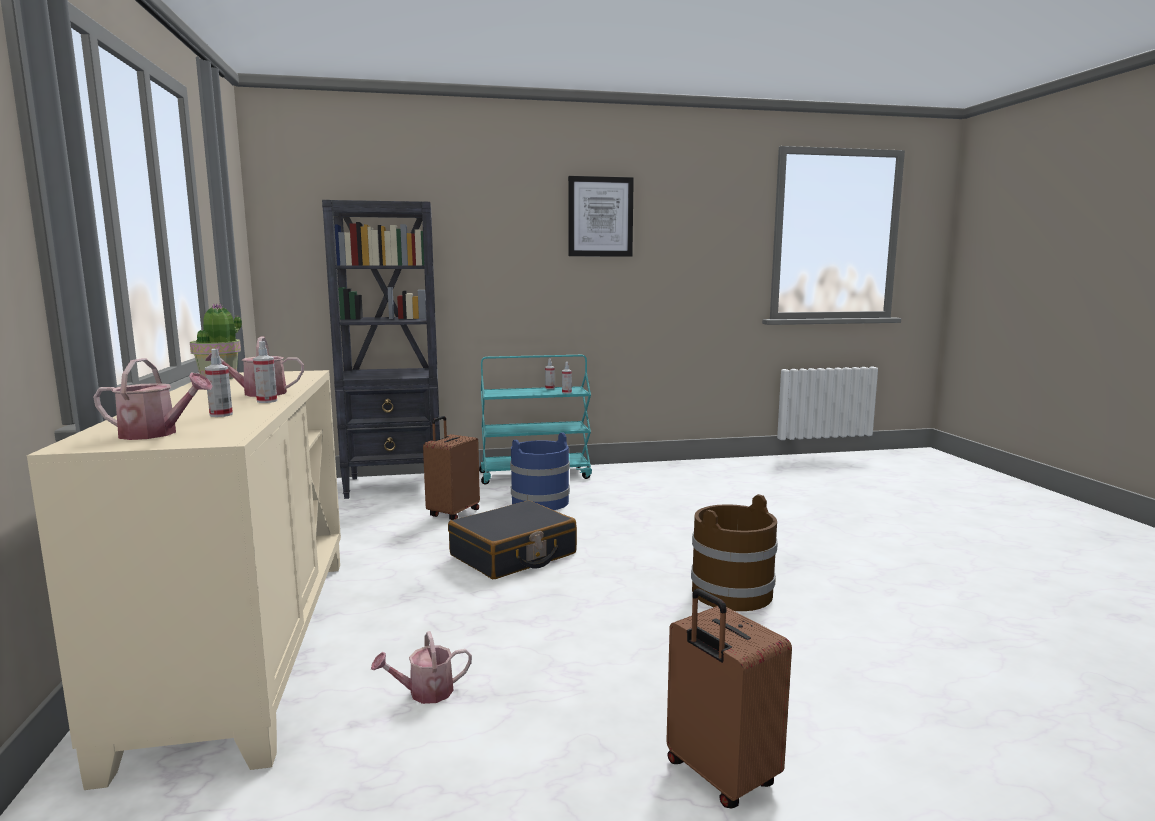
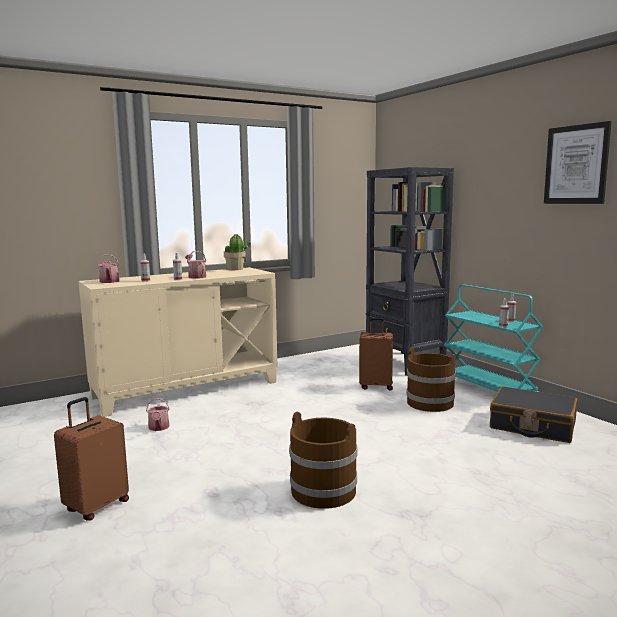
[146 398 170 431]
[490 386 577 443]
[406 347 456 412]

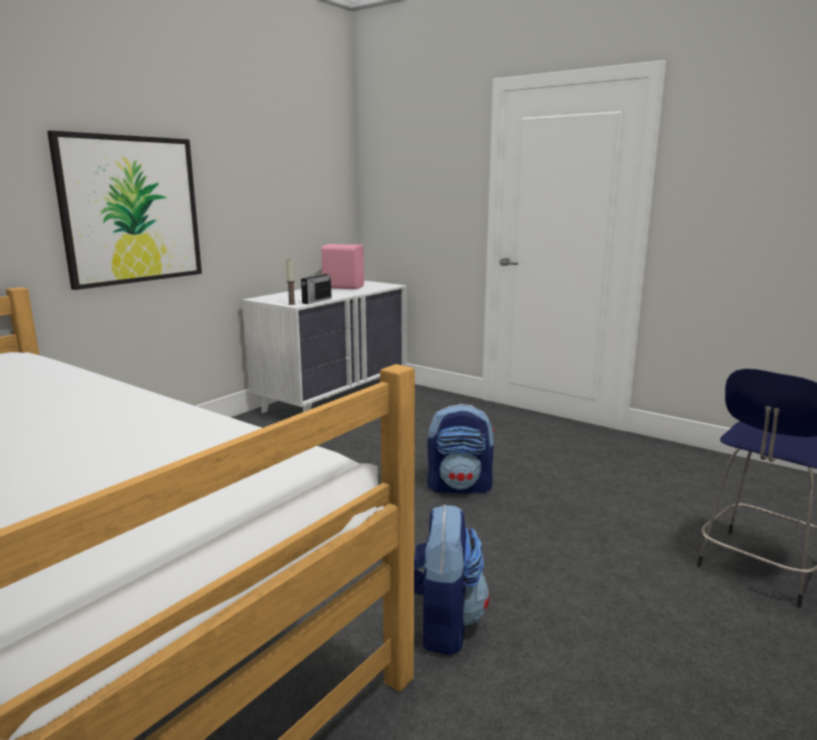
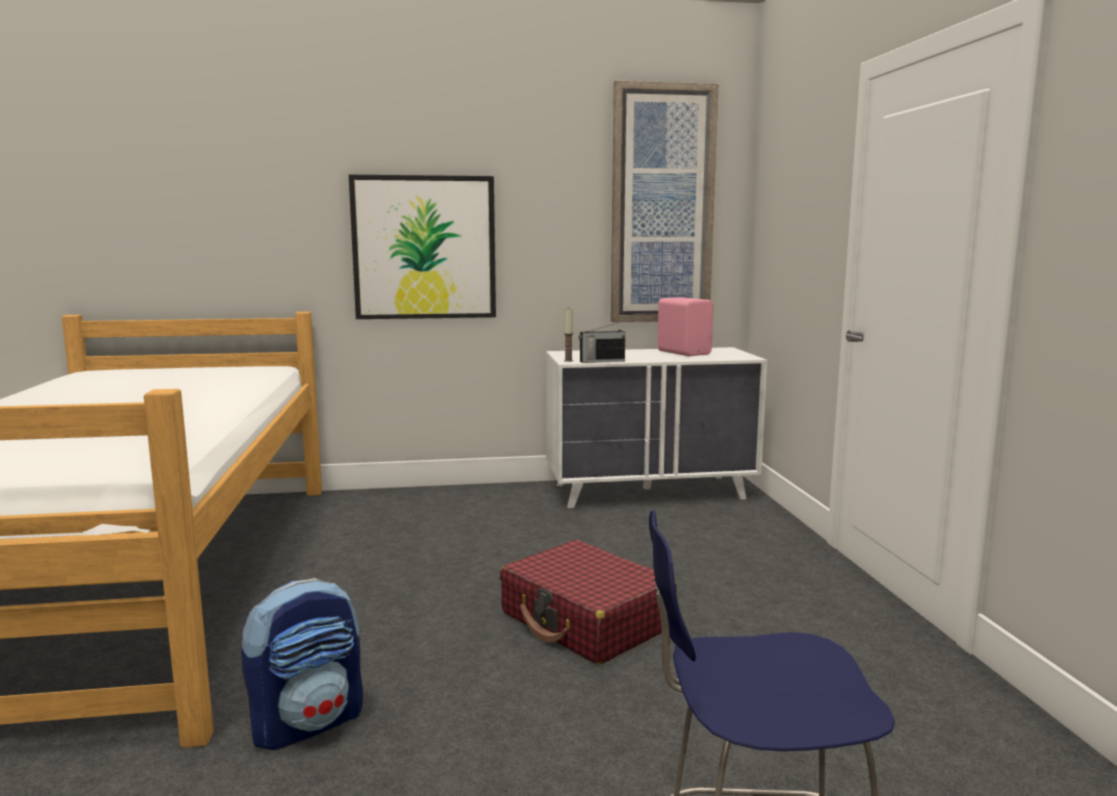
[500 540 677 665]
[611 81 718 322]

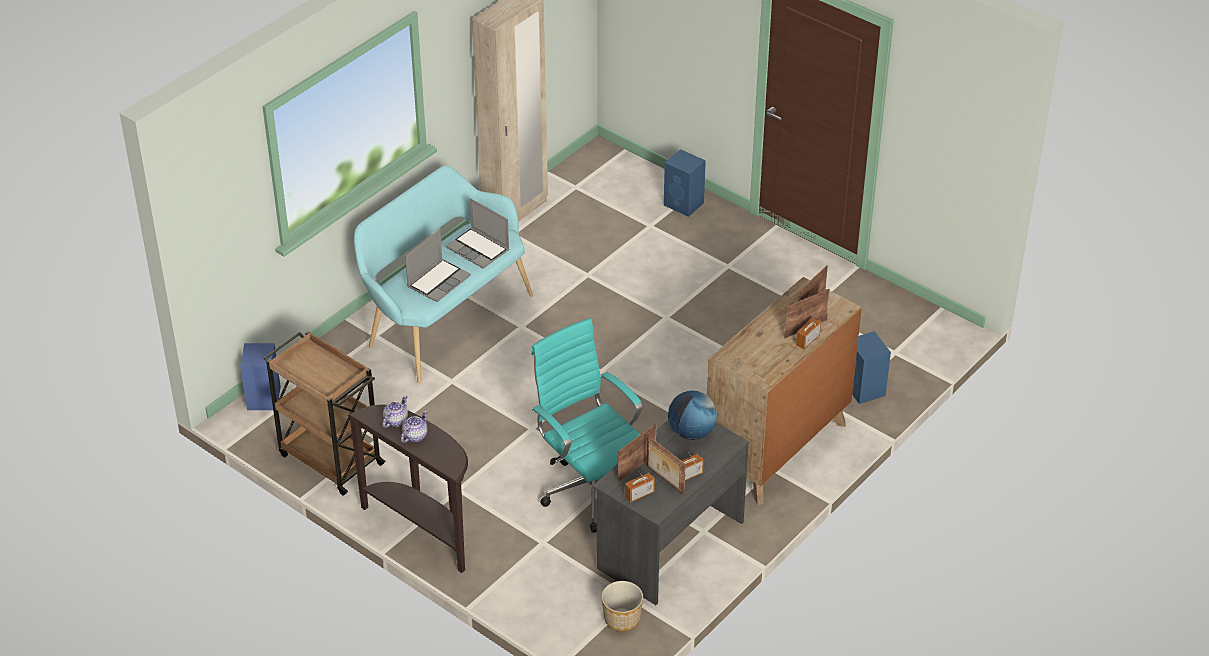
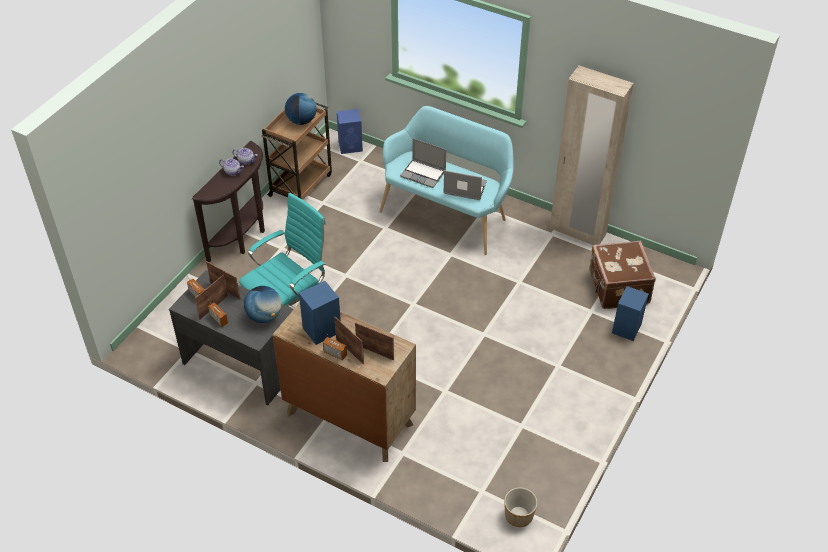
[443 170 487 200]
[504 487 537 527]
[299 281 341 345]
[285 93 317 125]
[589 241 656 309]

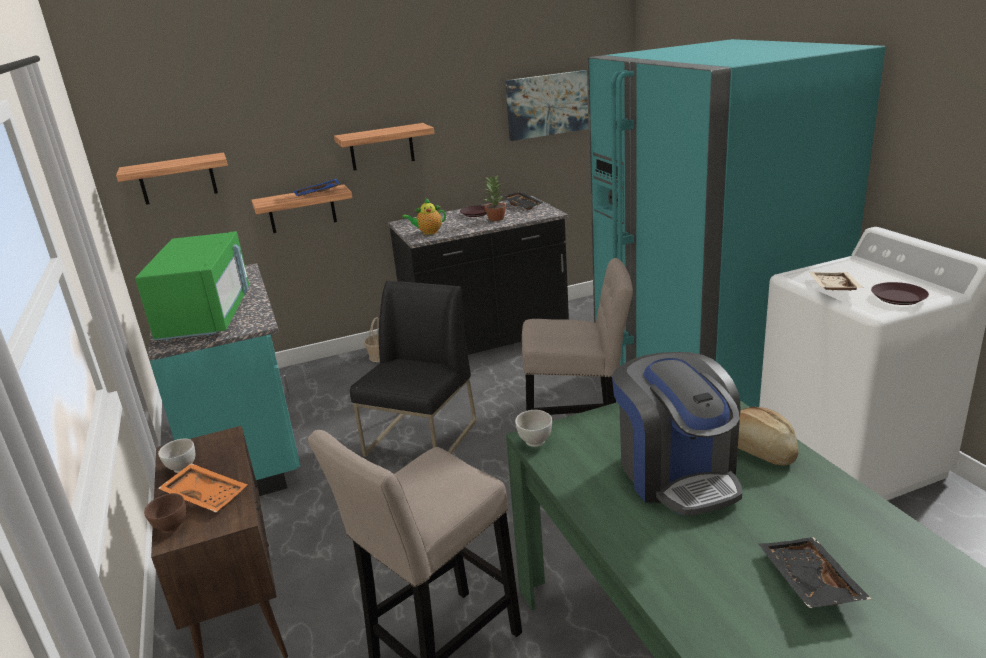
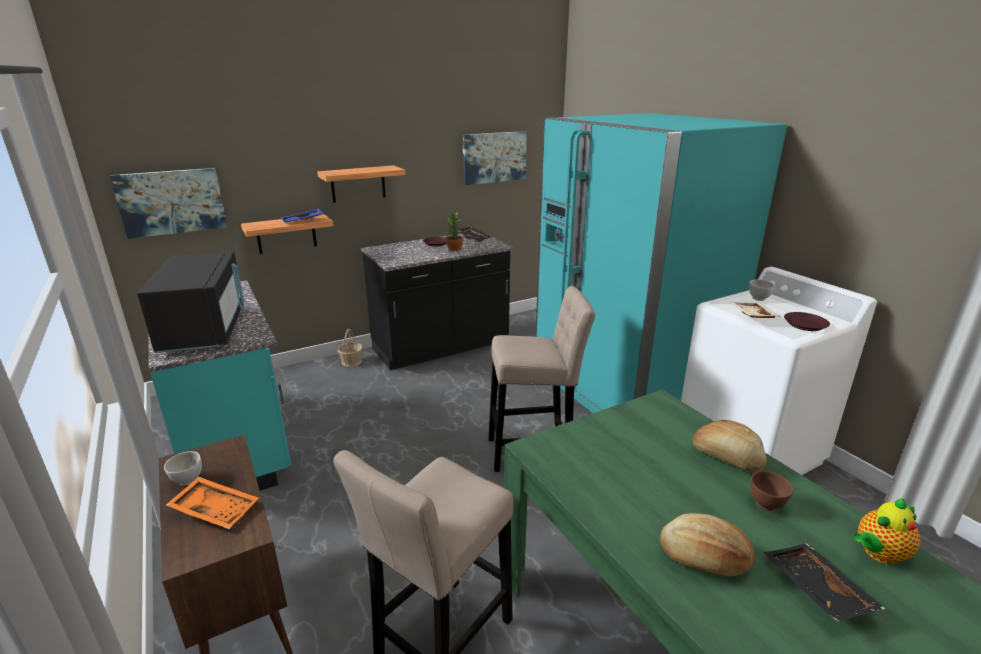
[110 168 227 239]
[137 252 245 353]
[750 471 793 511]
[350 280 477 457] (first image)
[854 498 920 564]
[749 279 775 301]
[612 352 742 516] (first image)
[660 513 755 577]

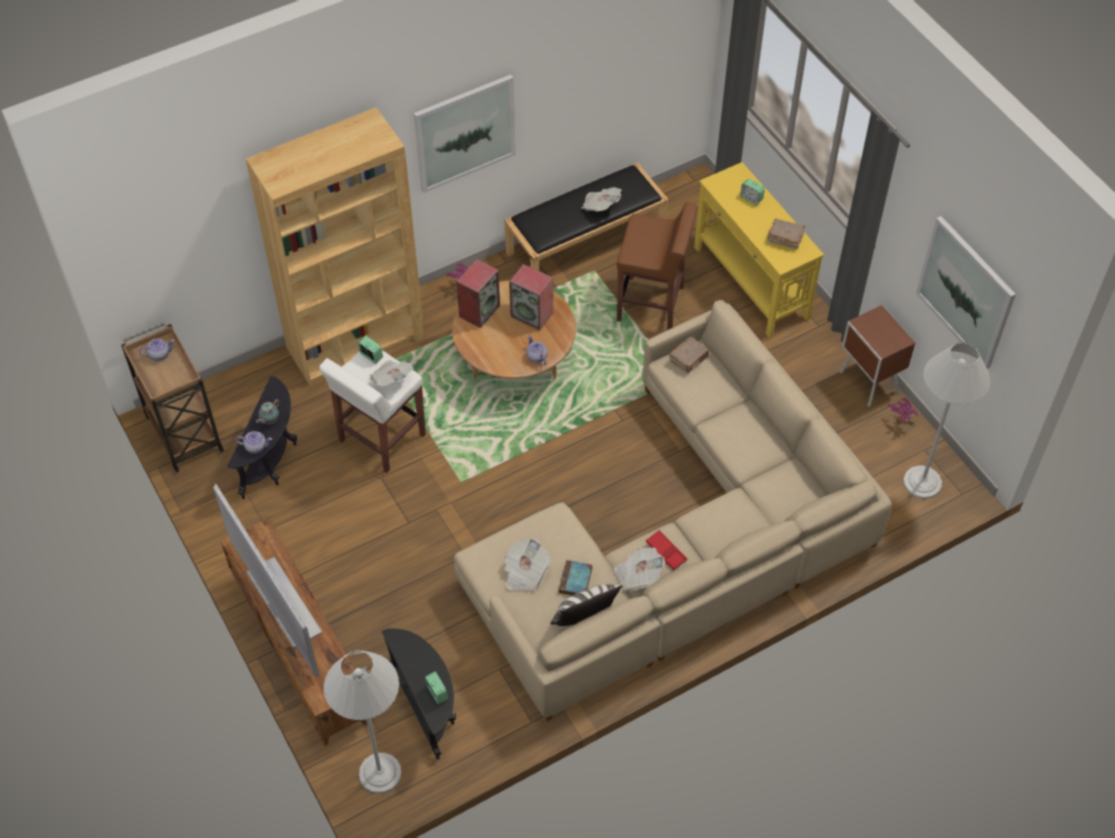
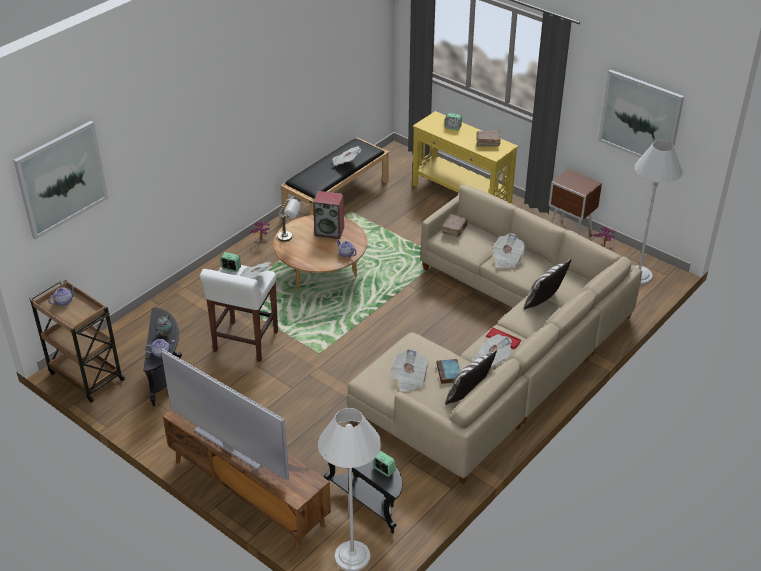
[246 107 425 386] (first image)
[13 121 108 240]
[277 199 301 242]
[617 202 697 330] (first image)
[492 233 526 268]
[524 259 571 309]

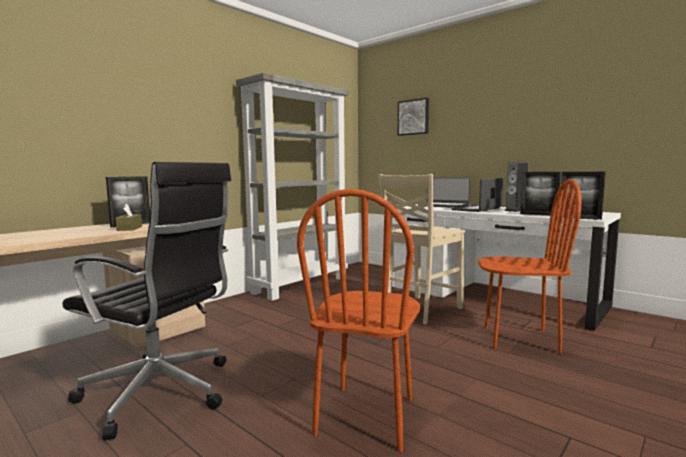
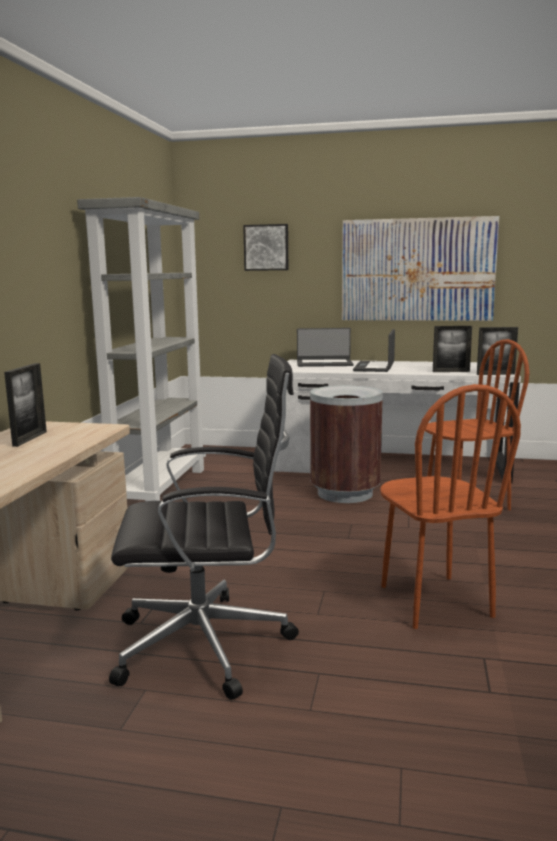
[115 203 142 231] (first image)
[310 385 383 503]
[505 162 528 212] (first image)
[342 216 499 321]

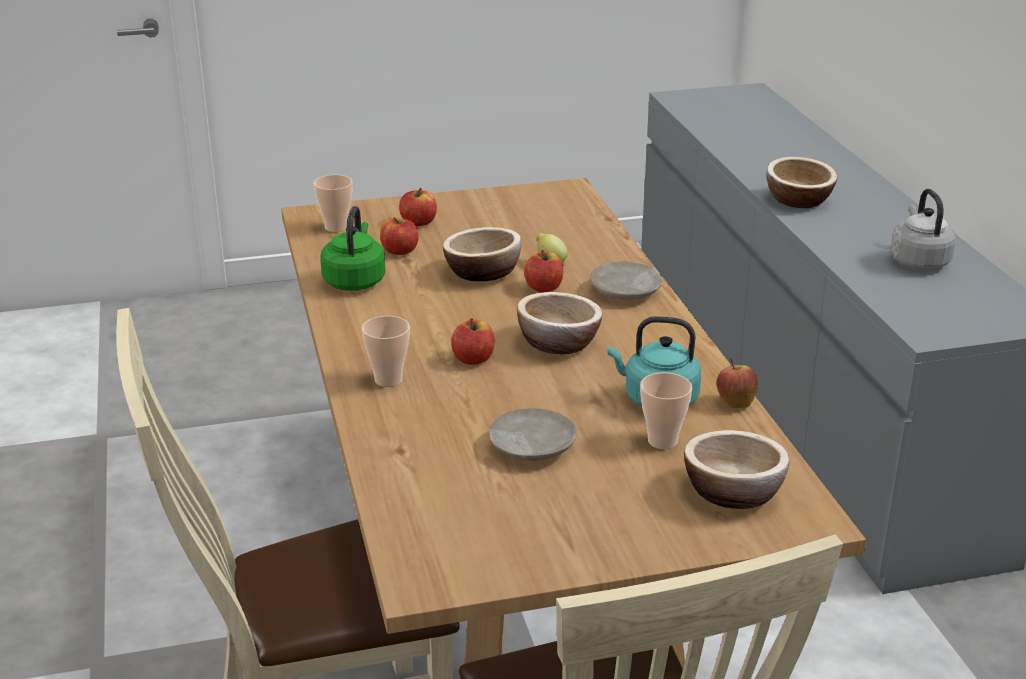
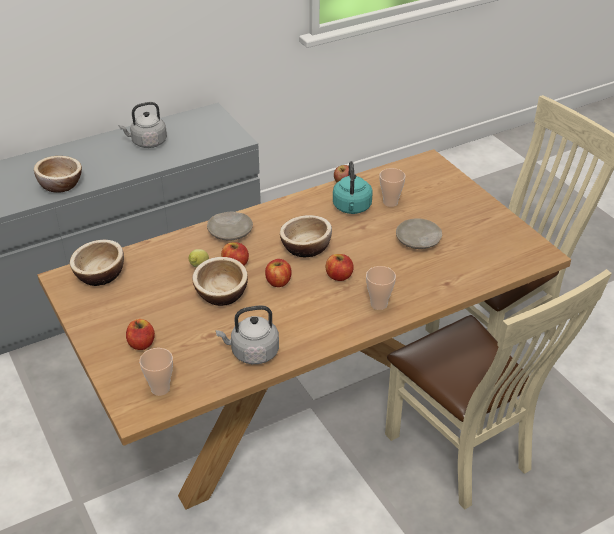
[216 305 279 364]
[265 259 292 287]
[69 240 124 286]

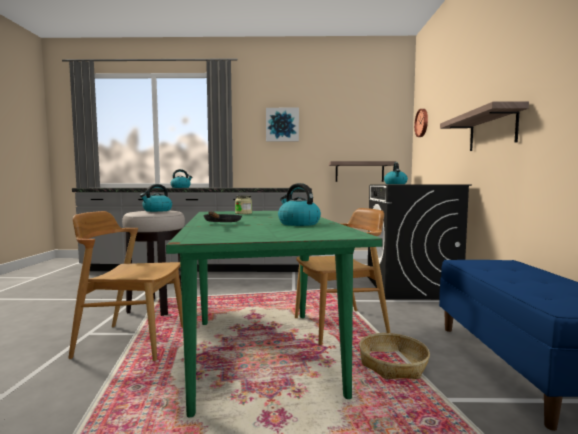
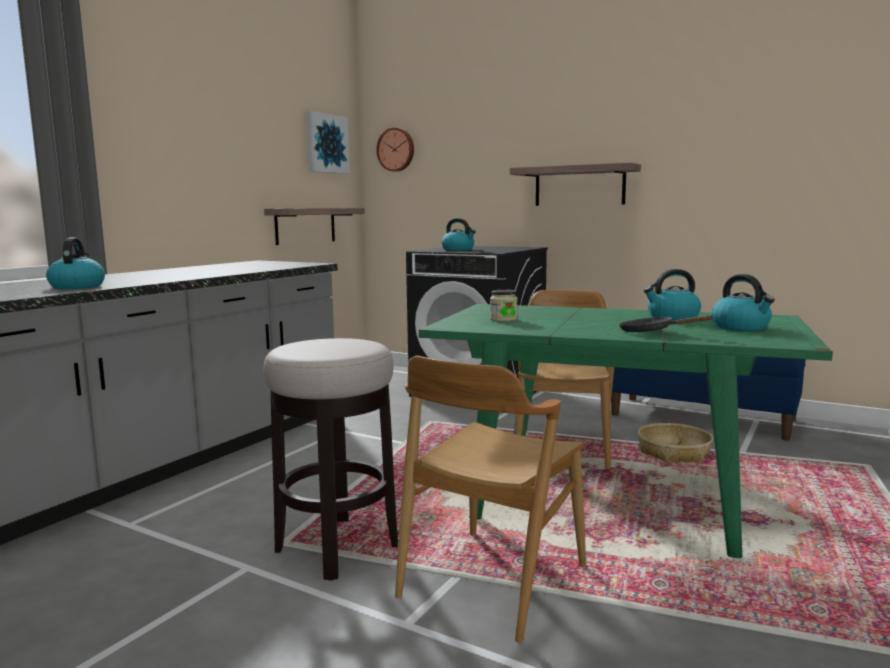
[711 274 775 331]
[306 111 350 174]

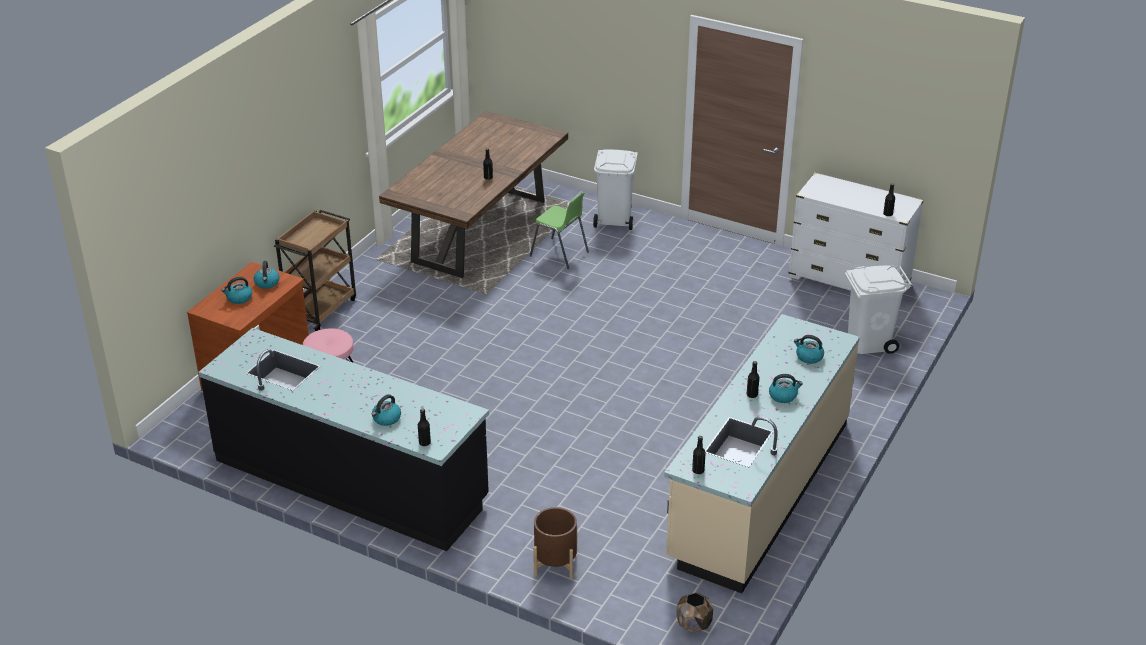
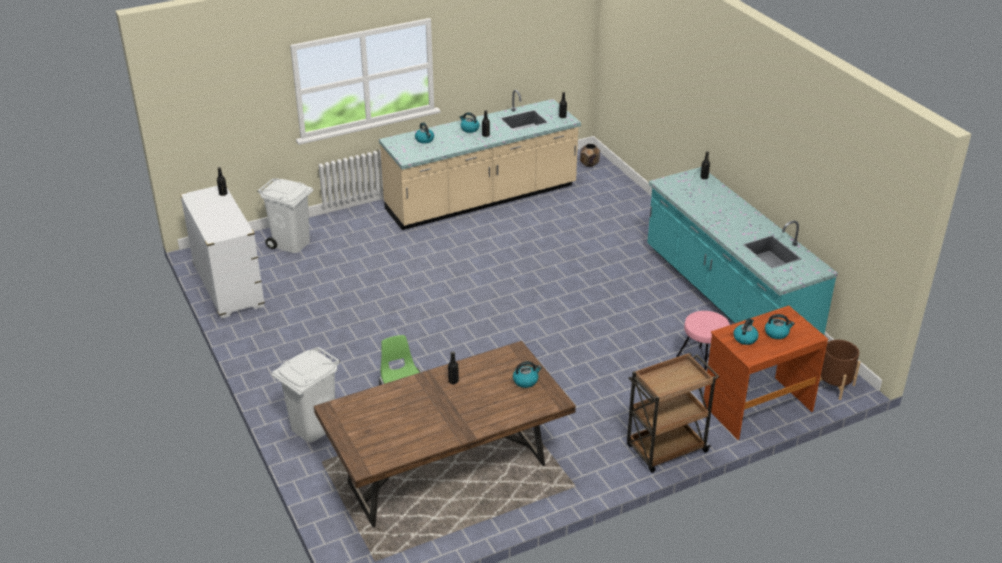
[647 167 838 335]
[513 361 542 388]
[820 340 860 400]

